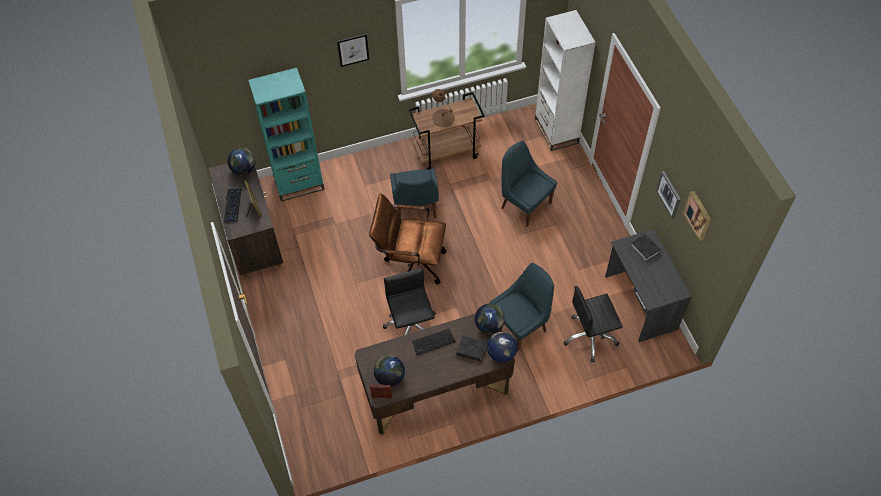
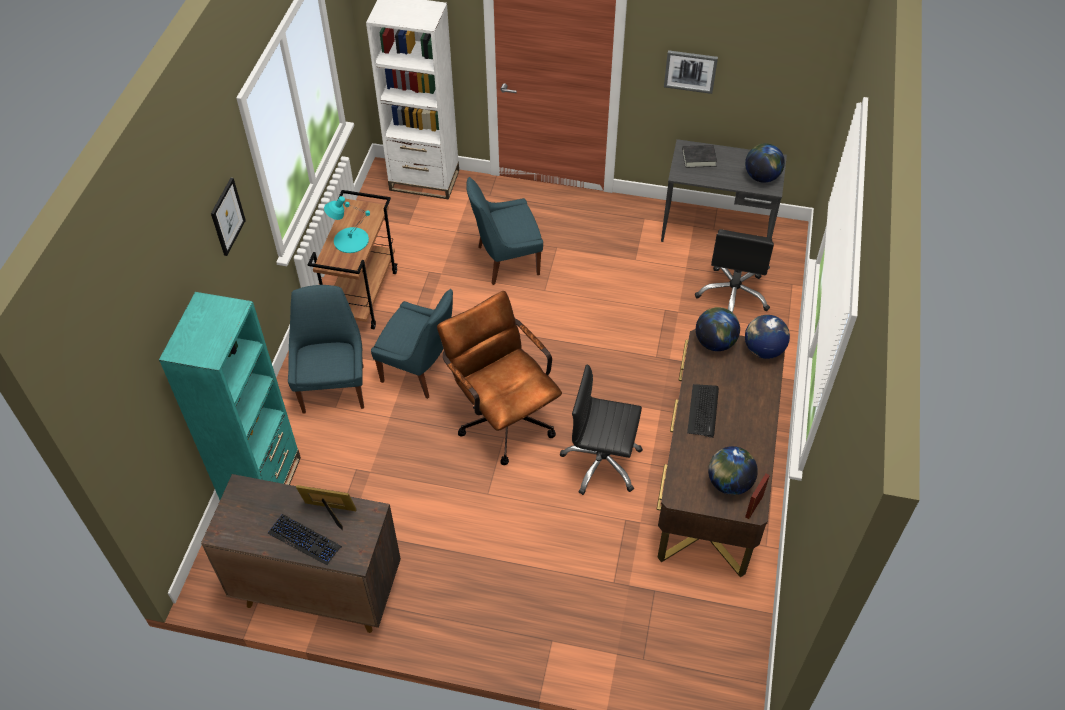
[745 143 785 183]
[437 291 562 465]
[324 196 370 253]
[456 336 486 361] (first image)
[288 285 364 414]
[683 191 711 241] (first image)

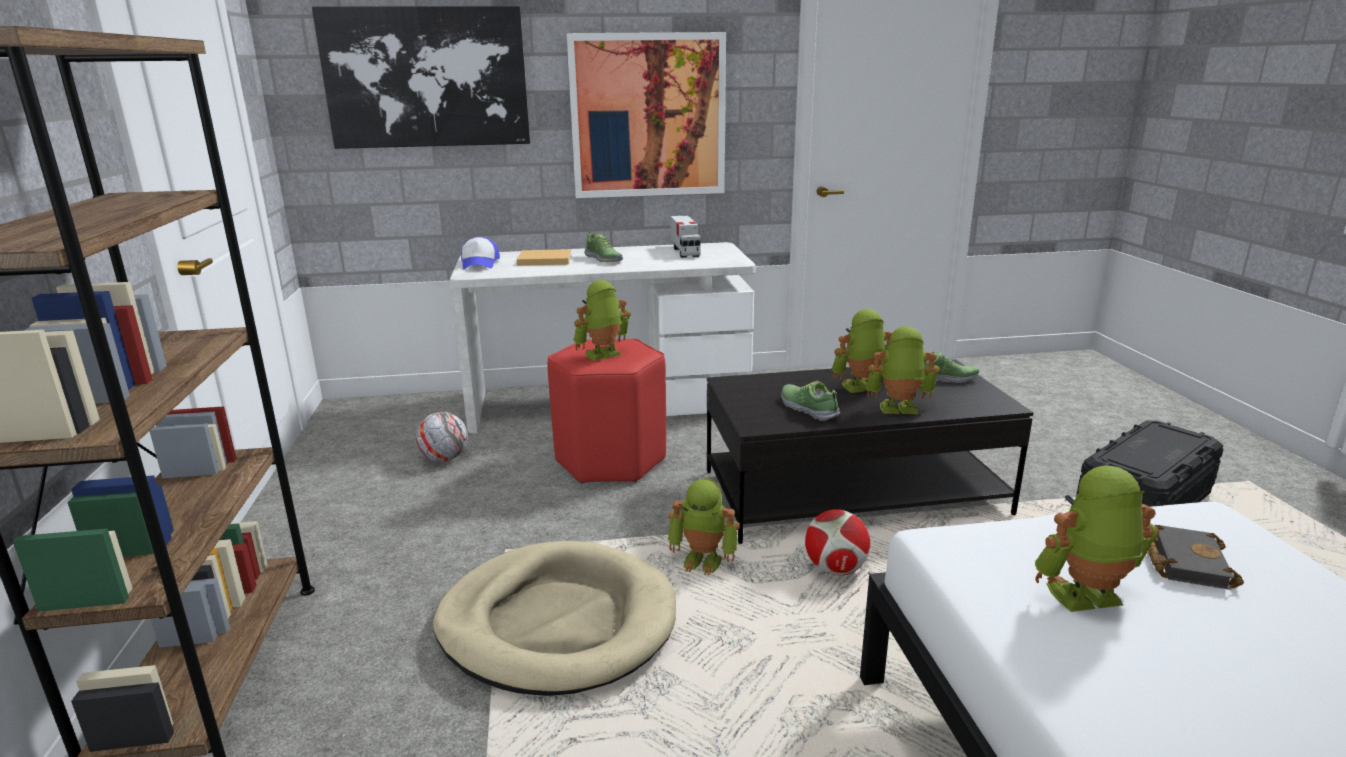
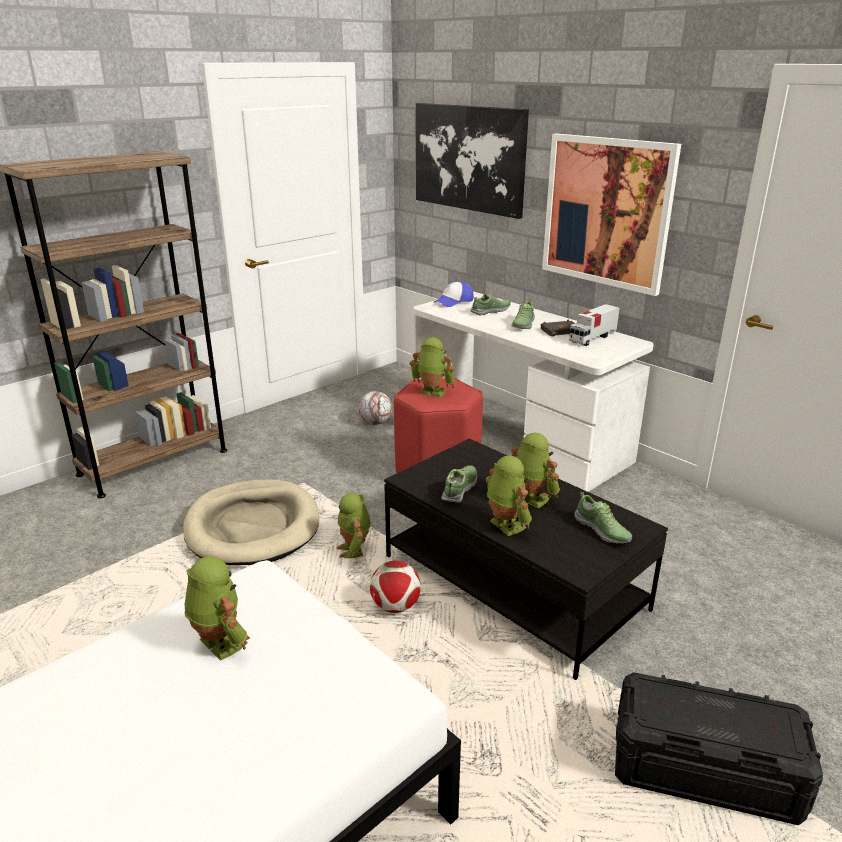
[471 294 511 315]
[541 319 574 337]

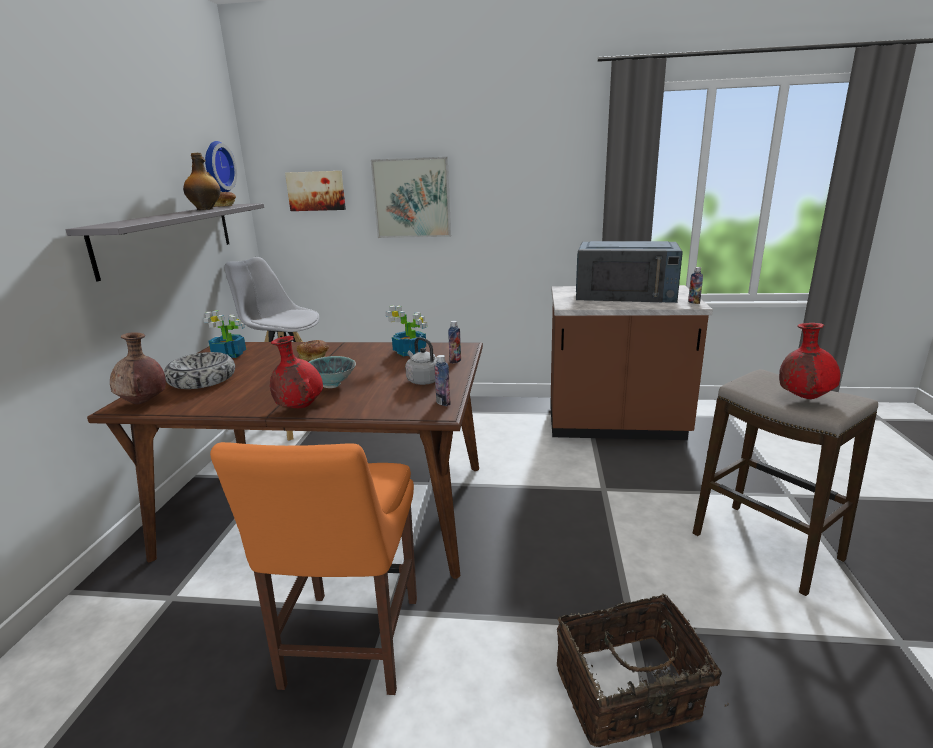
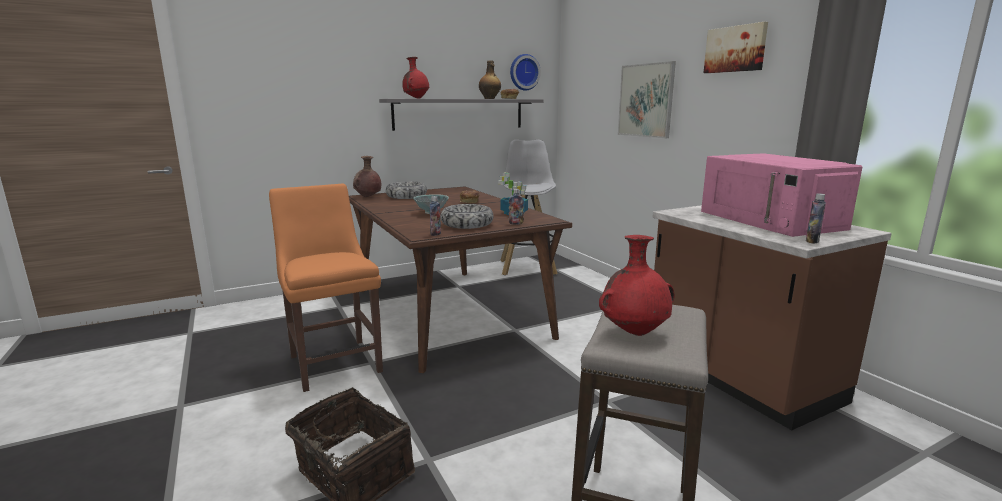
[203 311 246 358] (first image)
[269 184 383 392]
[402 57 429 99]
[704 22 768 73]
[441 204 494 229]
[701 153 863 237]

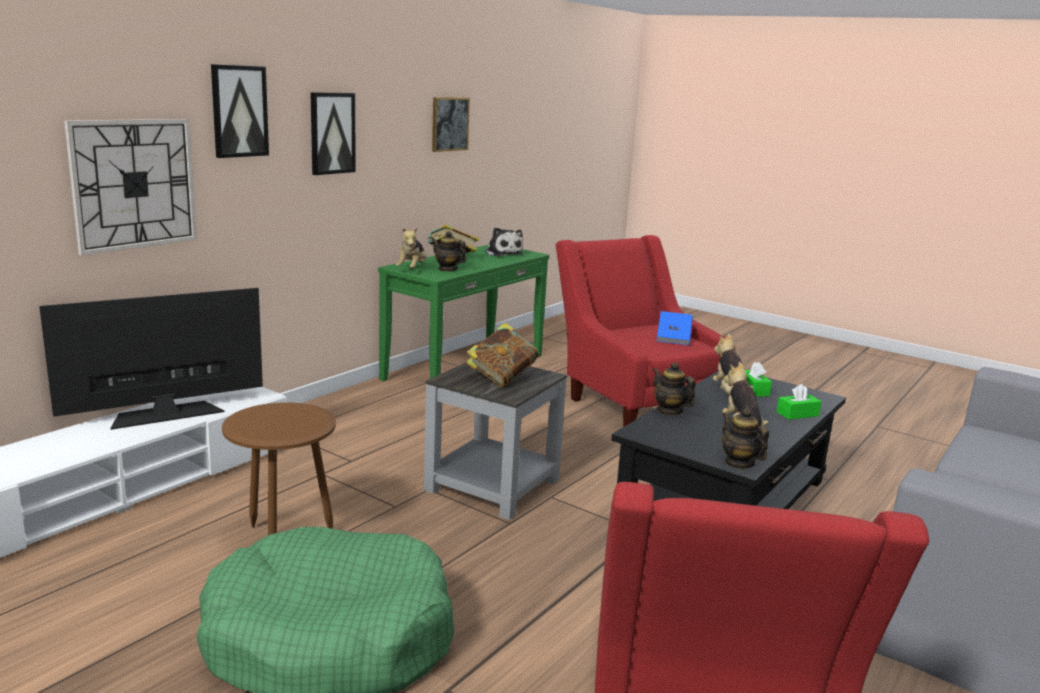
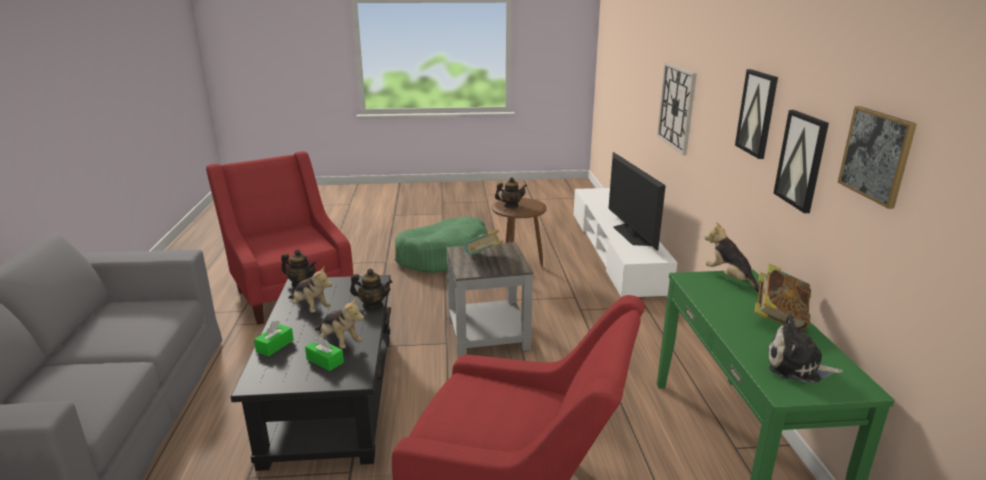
[608 152 666 251]
[773 110 829 213]
[495 177 527 208]
[657 311 693 345] (first image)

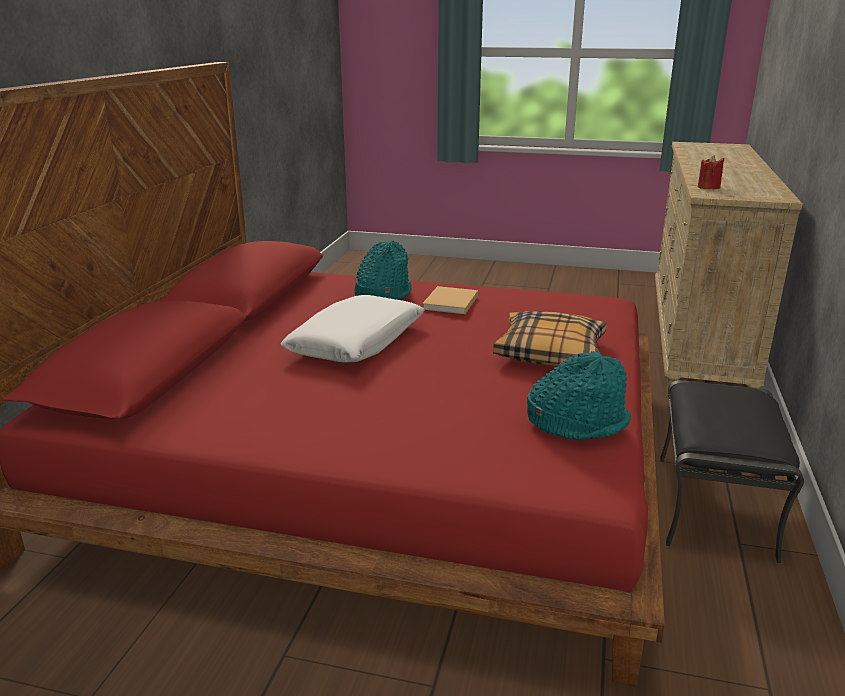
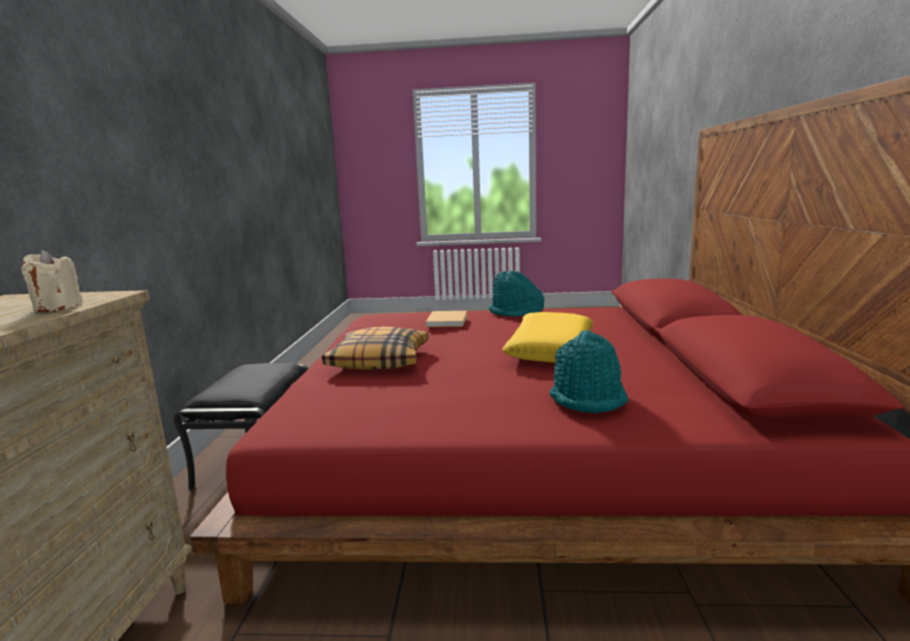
[502 312 593 363]
[426 311 467 327]
[489 271 544 317]
[21 250 83 312]

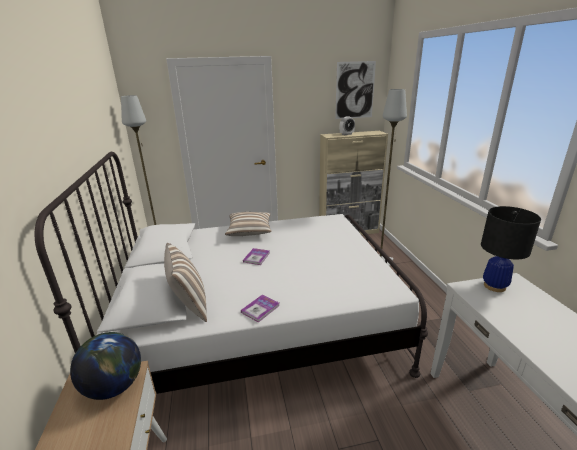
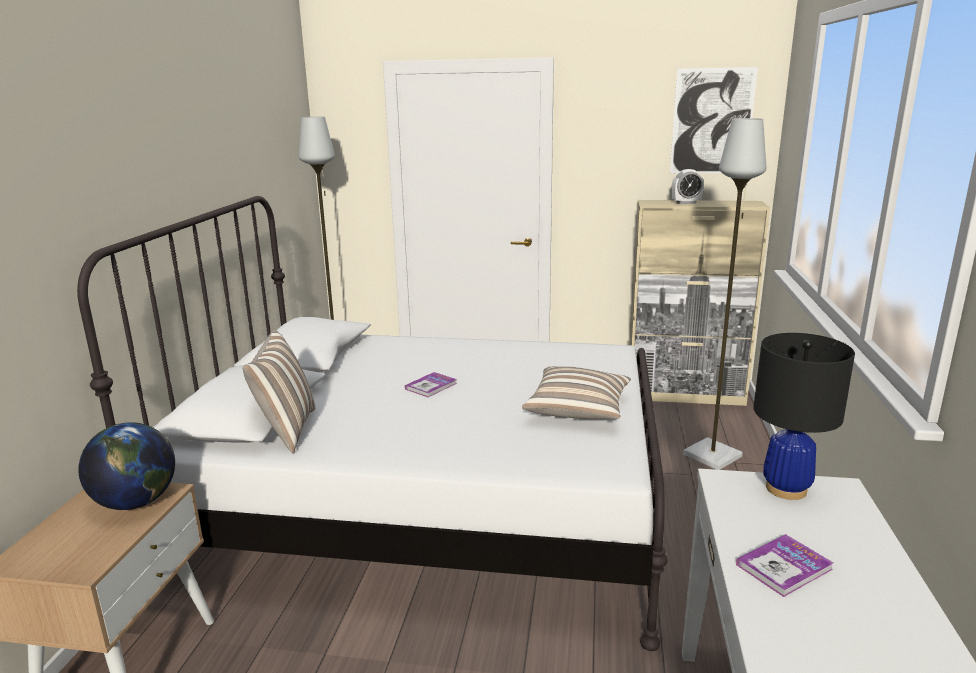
[522 366 631 419]
[736 534 833 597]

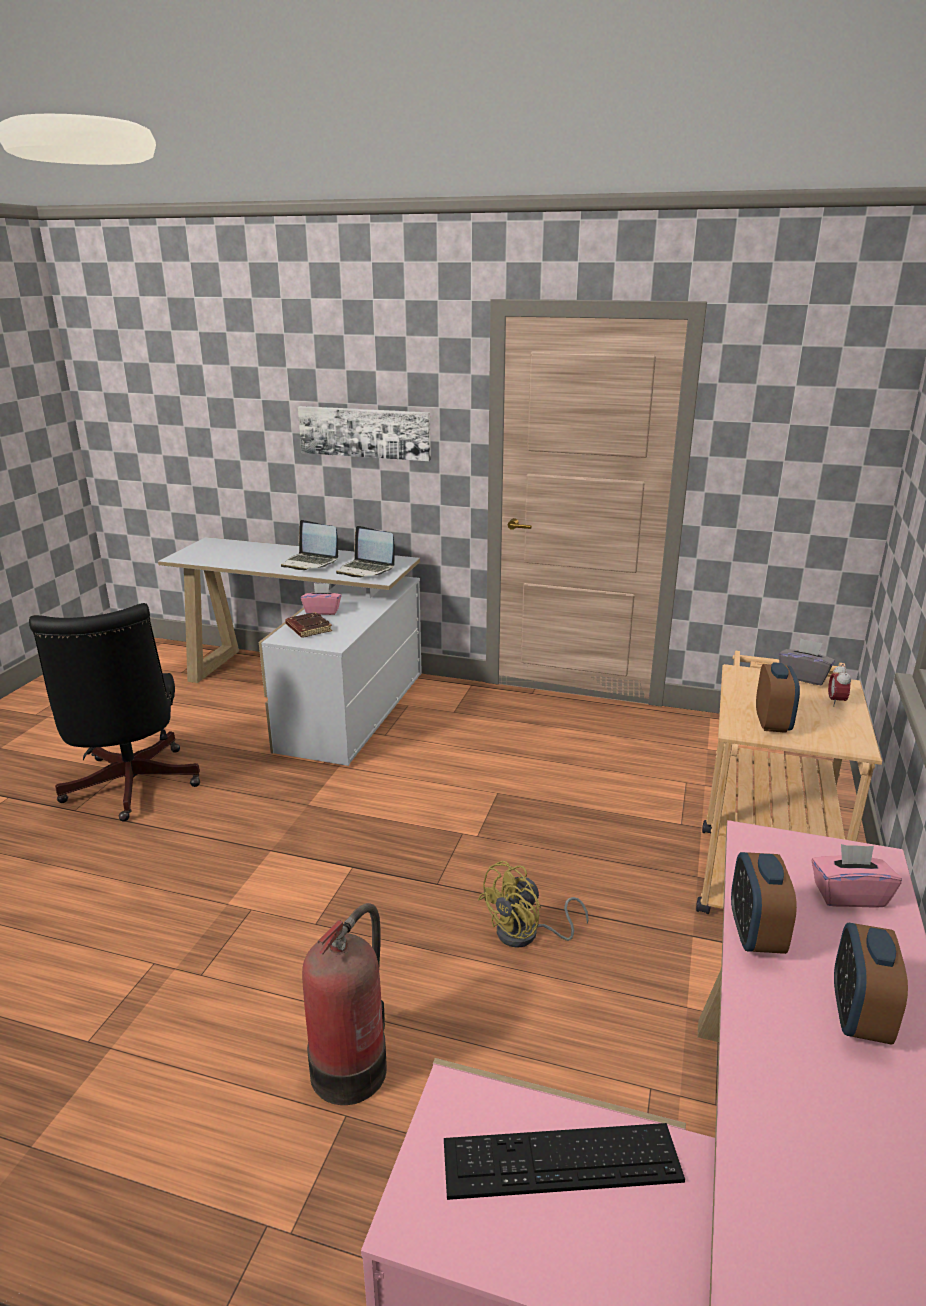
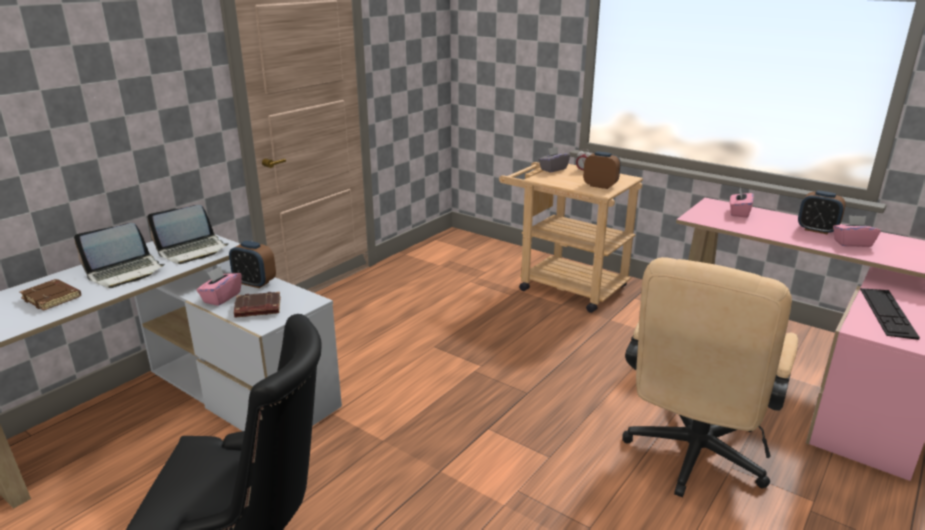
[298 406 431 461] (first image)
[622 257 798 497]
[478 861 589 948] (first image)
[229 241 276 288]
[19 279 81 311]
[833 215 881 247]

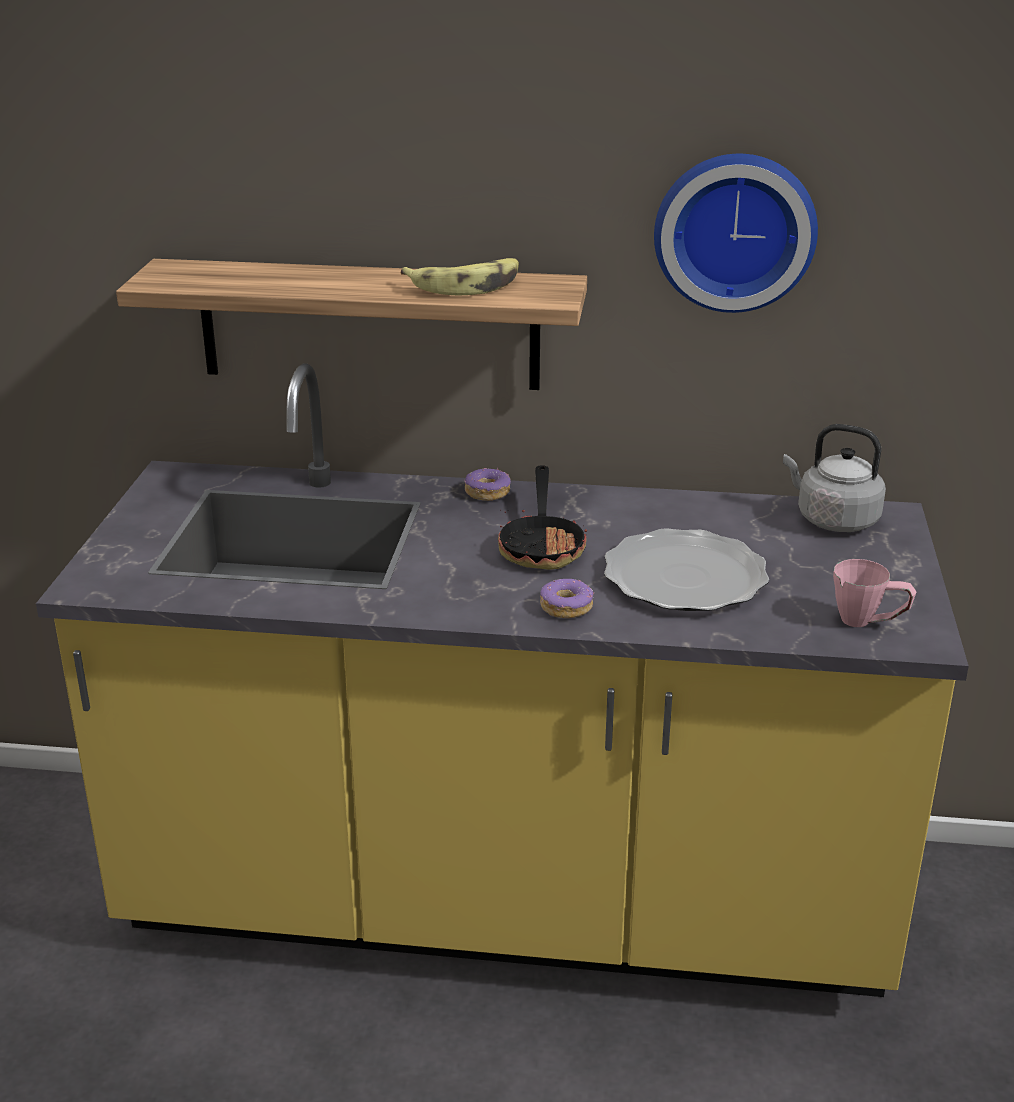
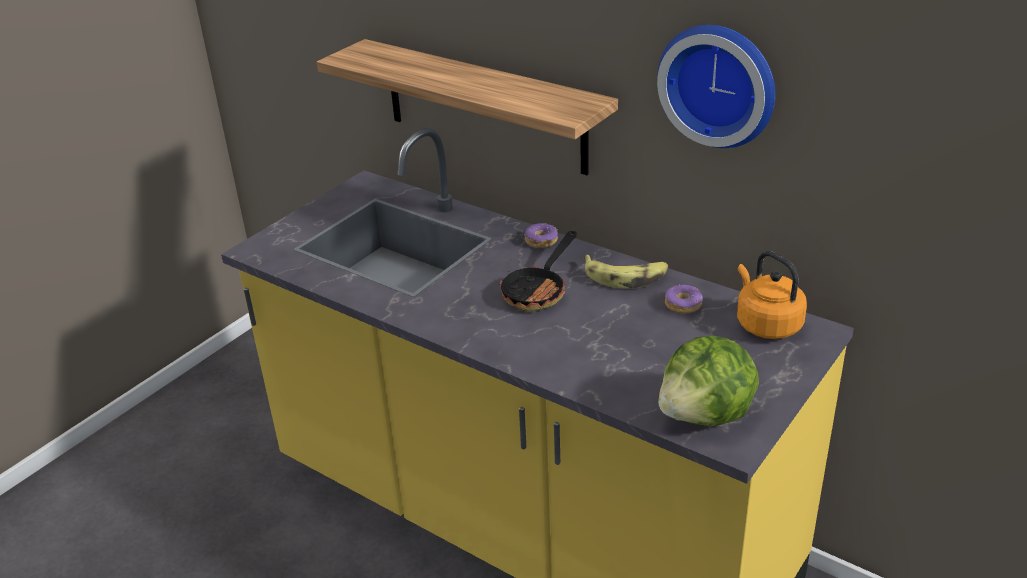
[584 255 668 289]
[665 285 703 313]
[604 528 769 611] (first image)
[737 251 807 339]
[658 336 759 426]

